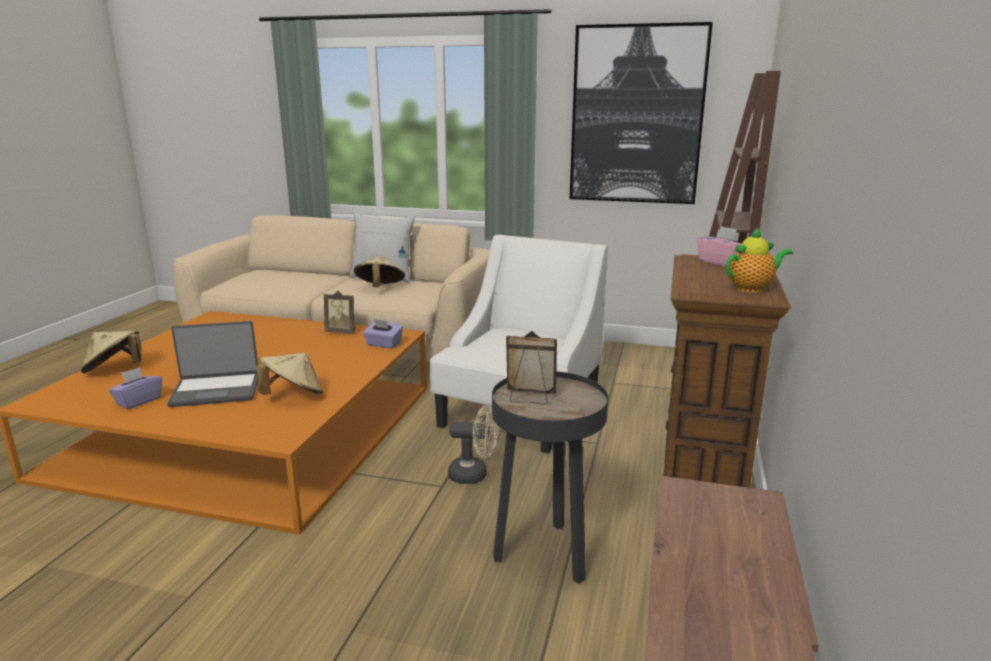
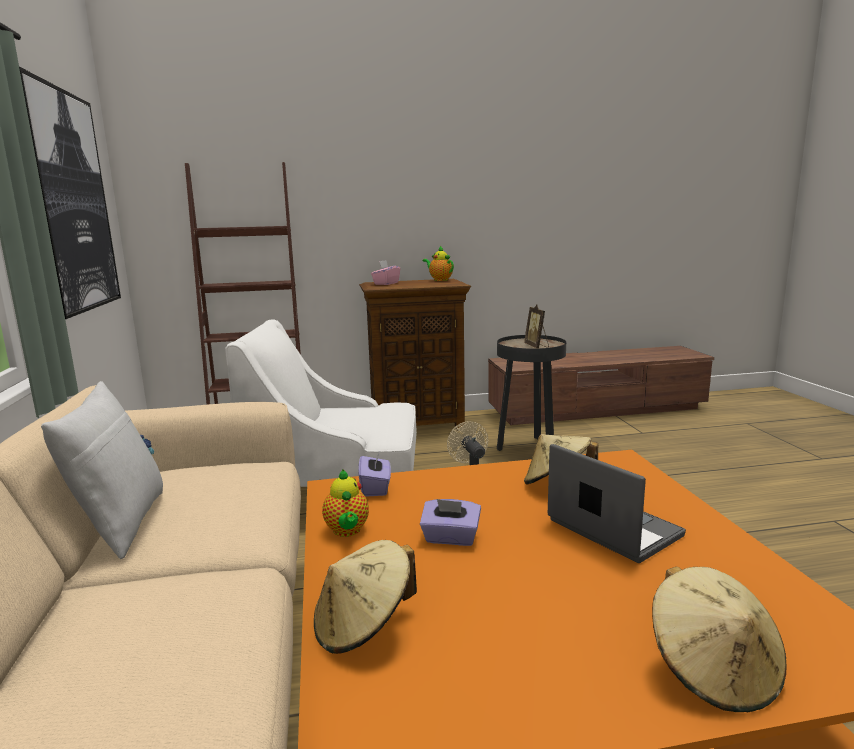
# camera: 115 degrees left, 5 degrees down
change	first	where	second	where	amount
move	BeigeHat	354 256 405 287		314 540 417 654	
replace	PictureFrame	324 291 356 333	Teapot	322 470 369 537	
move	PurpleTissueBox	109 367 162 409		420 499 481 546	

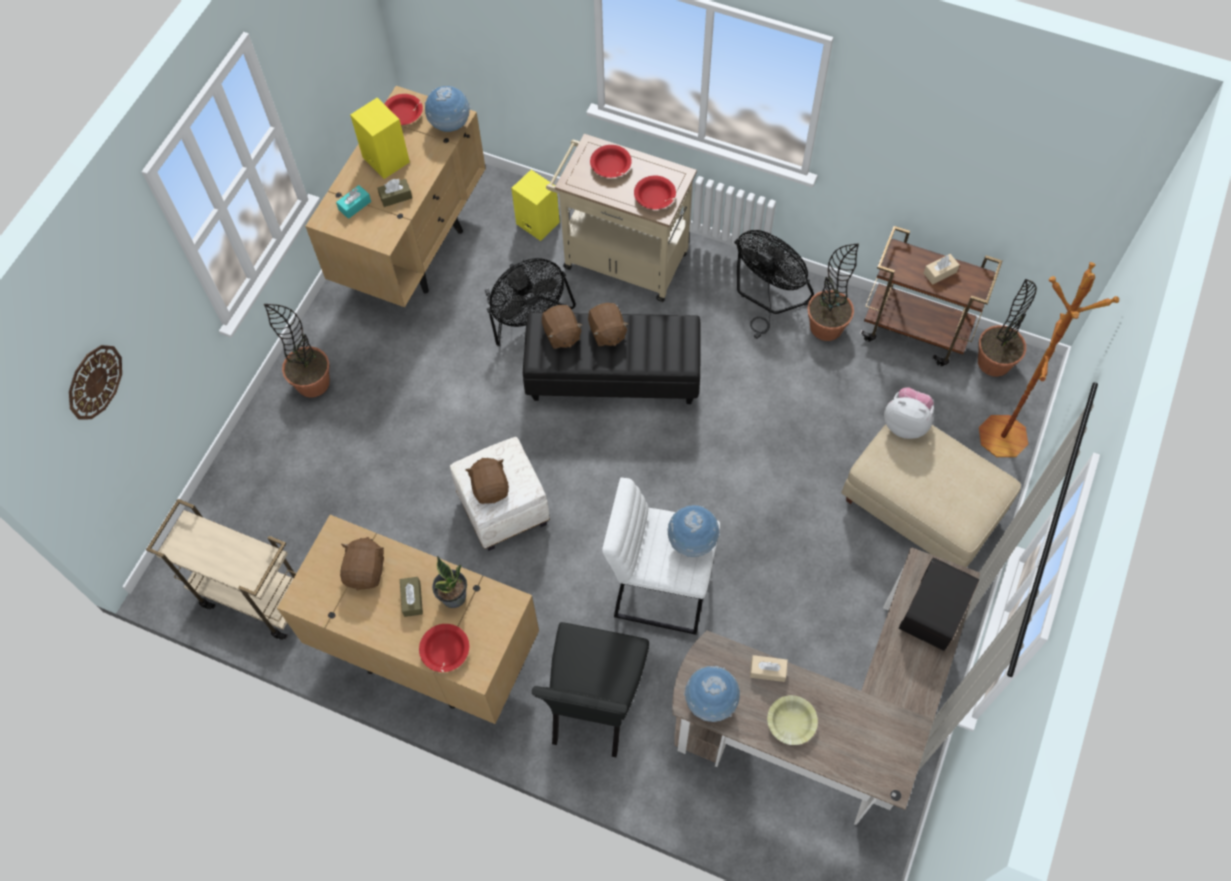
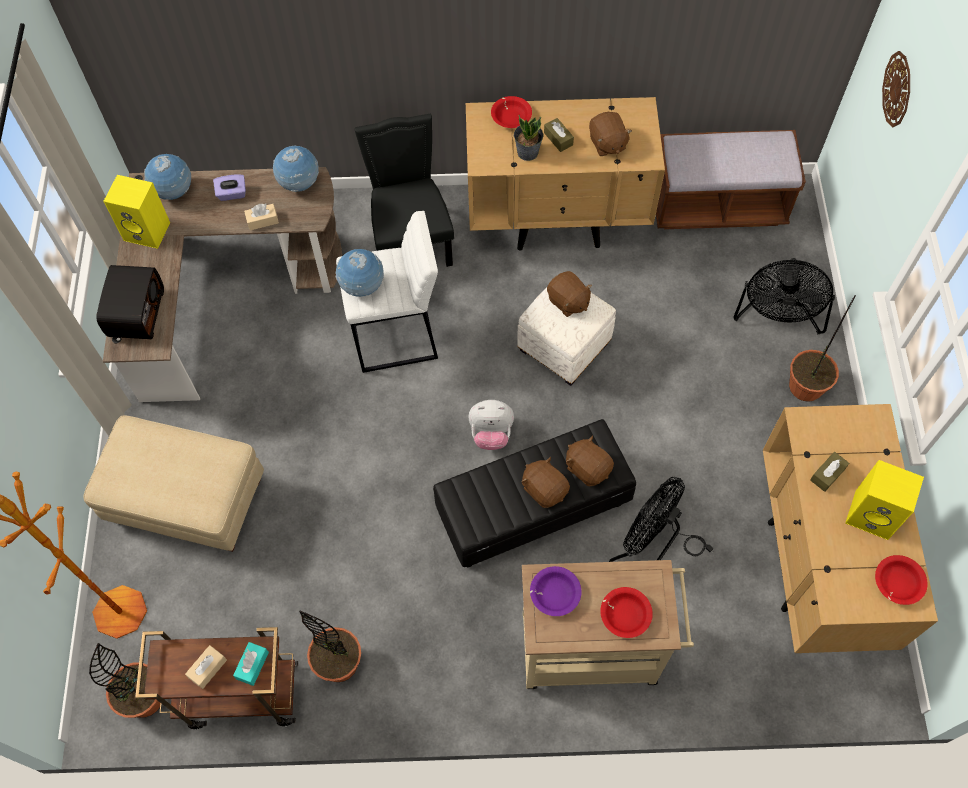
# camera: 155 degrees right, 0 degrees up
change	first	where	second	where	amount
move	YellowSpeaker	511 170 560 241		103 175 170 249	
move	Globe	425 86 471 132		144 154 191 200	
replace	YellowBowl	767 695 818 745	PurpleTissueBox	213 174 246 201	
move	TurquoiseTissueBox	336 185 371 219		233 642 269 686	
move	PlushToy	884 387 934 439		468 400 514 450	
recolor	RedBowl	634 176 676 209	PurpleBowl	530 566 581 616	
replace	BeigeCart	146 499 296 640	BrownBench	656 130 806 229	
move	BlackFan	734 230 814 339		734 258 835 334	

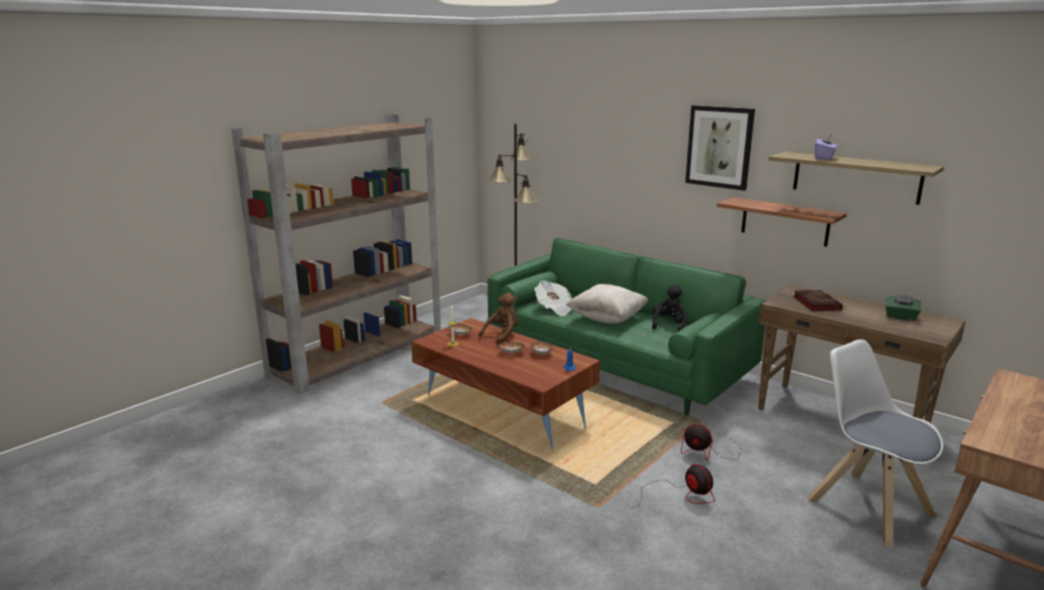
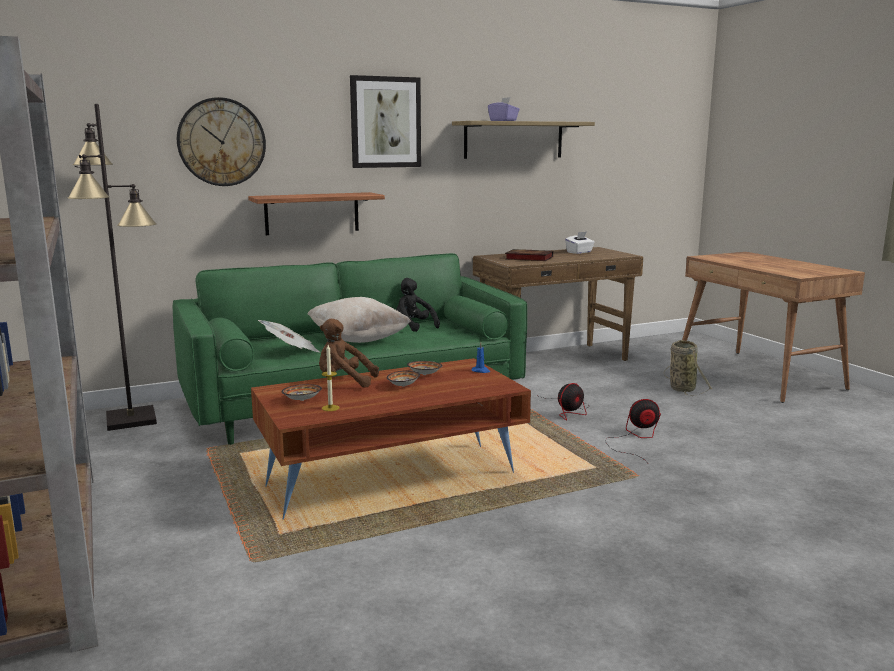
# camera: 65 degrees left, 5 degrees down
change	first	where	second	where	amount
insert			WallClock	177 97 266 186	
move	Shelf	717 197 847 247		248 192 385 235	
rotate	BrownPlushToy	478 293 518 345		319 319 379 388	60 degrees counterclockwise
recolor	GreenTissueBox	886 294 921 321	WhiteTissueBox	565 231 595 254	
replace	Chair	806 339 944 547	Basket	664 340 712 396	

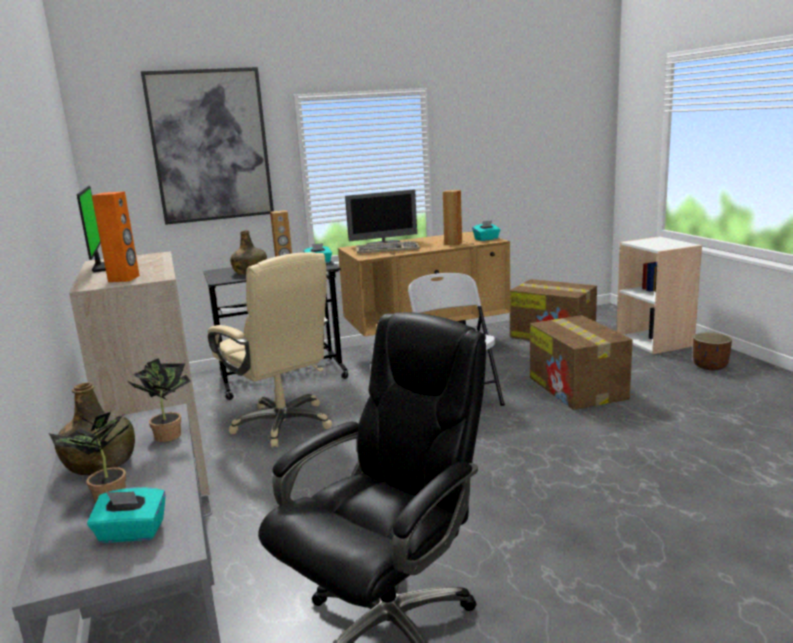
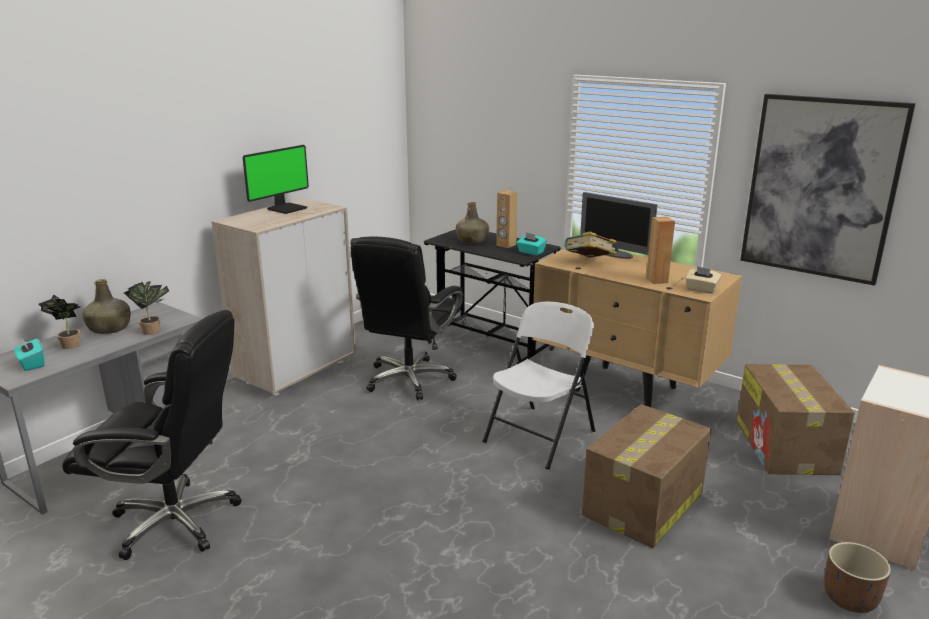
# camera: 55 degrees right, 5 degrees up
change	first	where	second	where	amount
recolor	BeigeOfficeChair	207 252 332 447	BlackOfficeChair	350 237 463 400	
replace	Keyboard	356 241 420 253	Book	564 232 617 258	
recolor	TurquoiseTissueBox	472 220 501 241	BeigeTissueBox	685 266 722 294	
move	Picture	141 67 274 225		740 94 916 286	
delete	OrangeSpeaker	92 191 140 282			

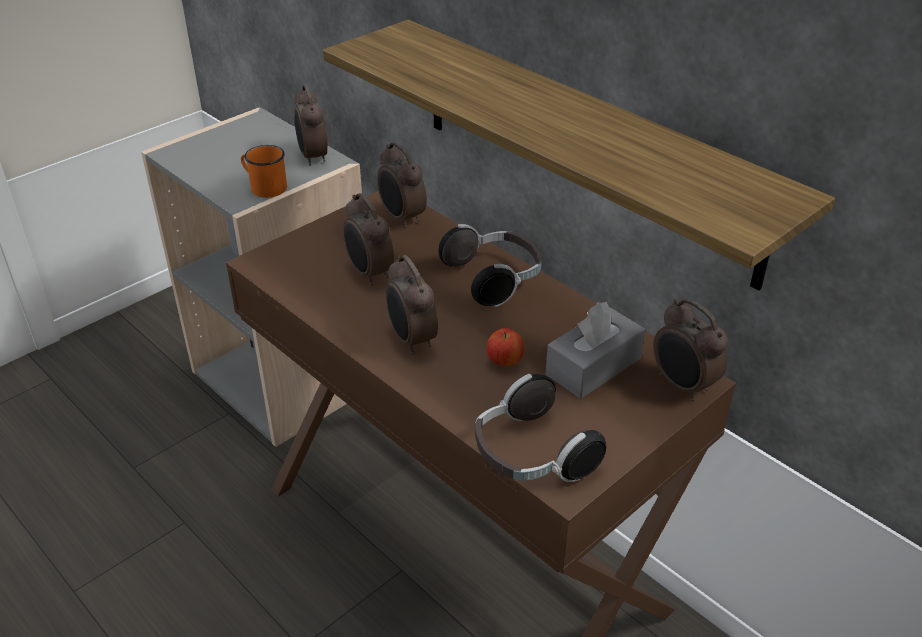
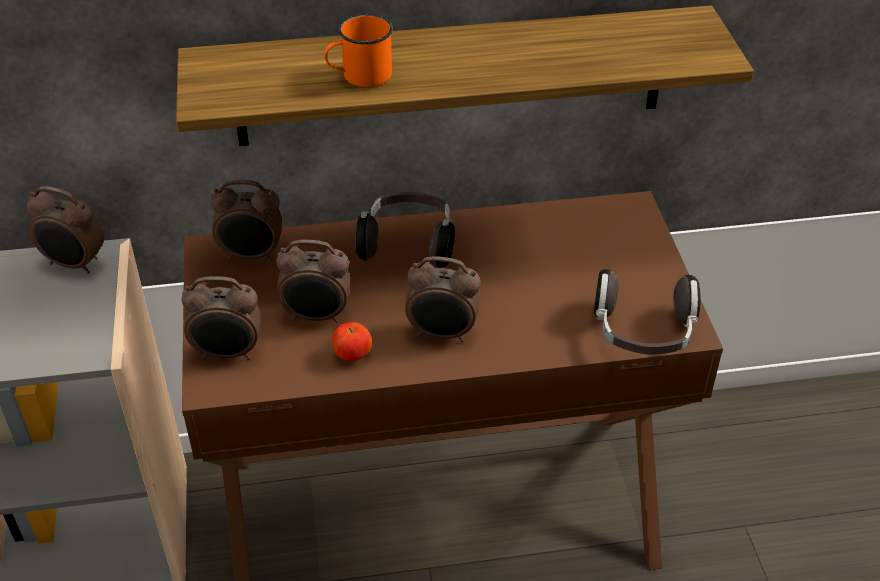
# camera: 55 degrees left, 5 degrees up
change	first	where	second	where	amount
move	AlarmClock	653 298 728 401		182 276 261 359	
move	OrangeMug	241 145 287 198		324 14 393 87	
move	Apple	487 328 524 366		332 322 372 361	
delete	GreyTissueBox	546 302 645 399			

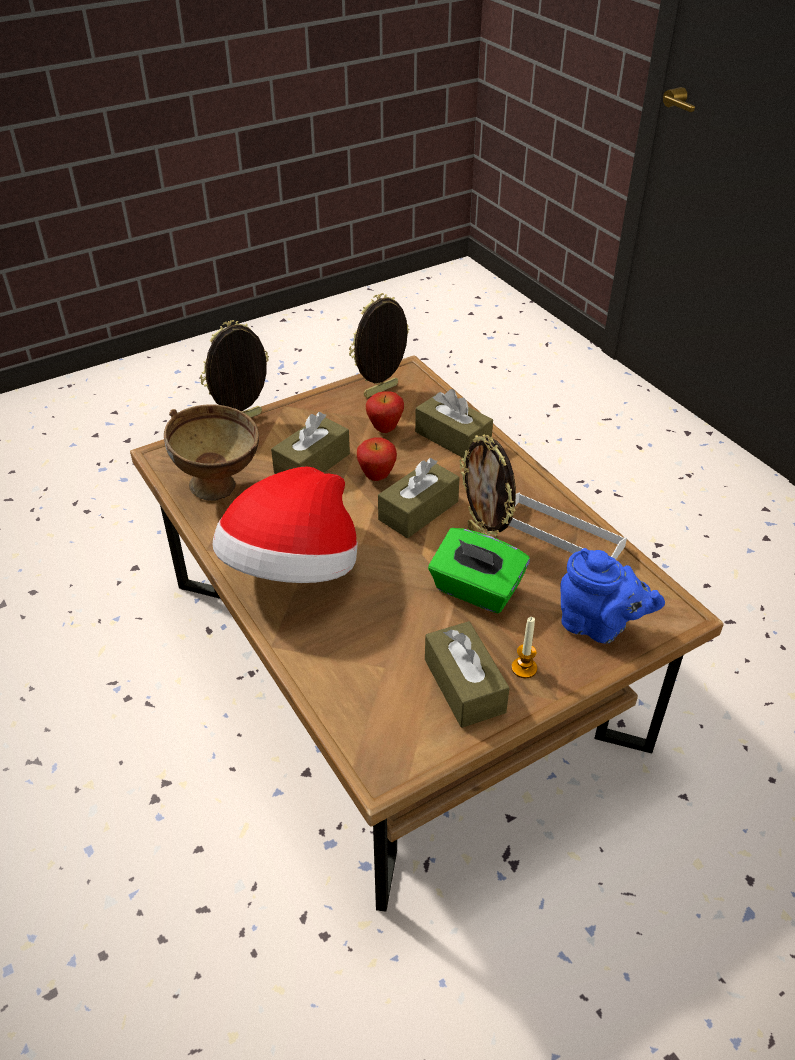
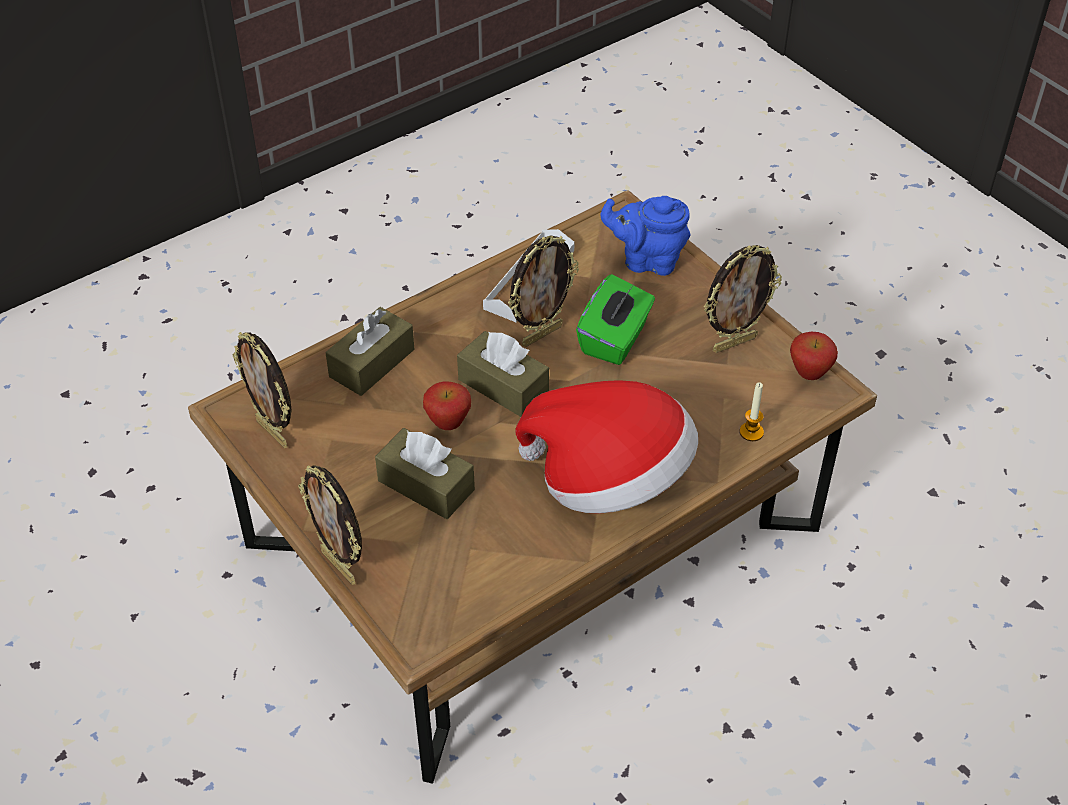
# camera: 95 degrees left, 5 degrees up
change	first	where	second	where	amount
rotate	BlueTeapot	560 548 665 643		601 196 690 276	105 degrees counterclockwise
replace	BrownTissueBox	425 621 510 728	PictureFrame	704 245 782 353	
move	Candle	512 617 537 678		740 382 764 441	
move	Apple	366 391 404 433		790 331 838 380	
delete	BrownBowl	164 404 259 501			

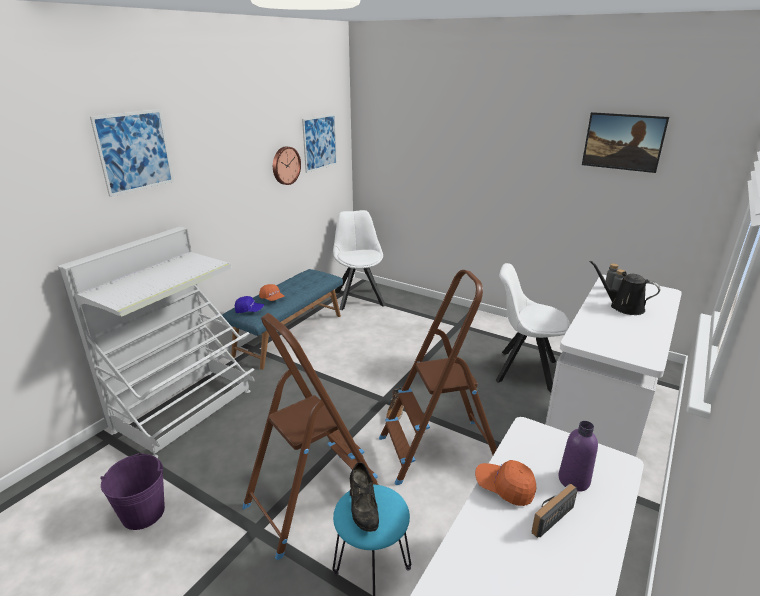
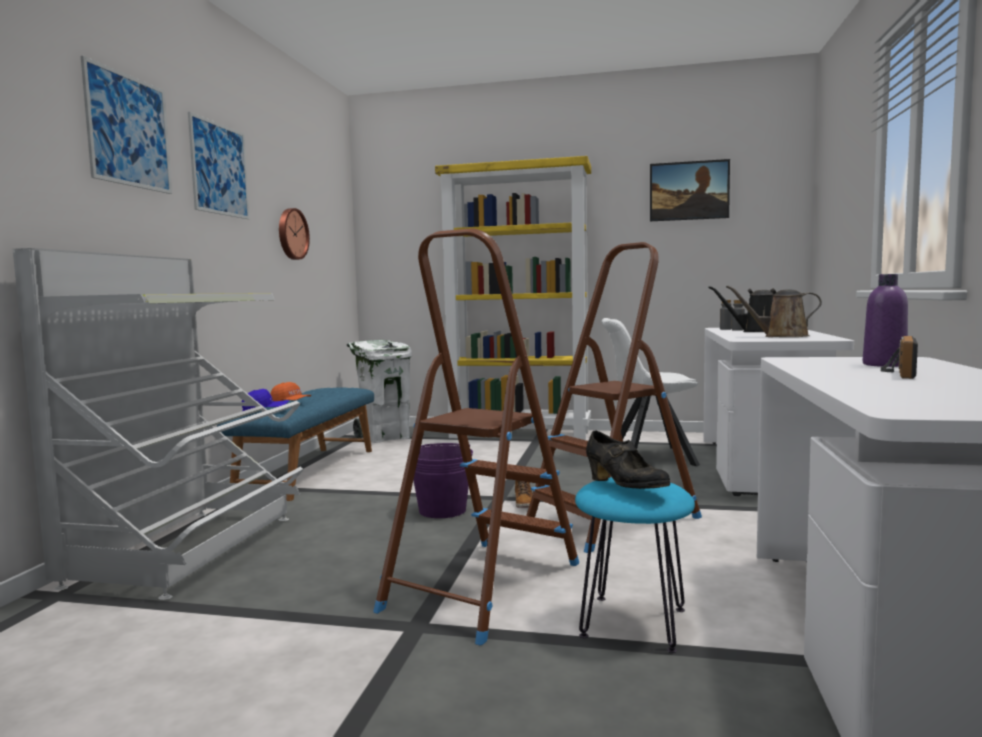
# camera: 20 degrees left, 20 degrees down
change	first	where	second	where	amount
move	Picture	302 114 337 173		188 112 250 219	
replace	WhiteChair	333 210 386 310	WhiteTrashCan	347 340 412 443	
move	PurpleBucket	100 453 165 530		413 443 473 518	
insert			YellowBookcase	435 156 591 440	
insert			BrownWateringCan	726 285 822 337	
delete	OrangeCap	475 460 536 506			

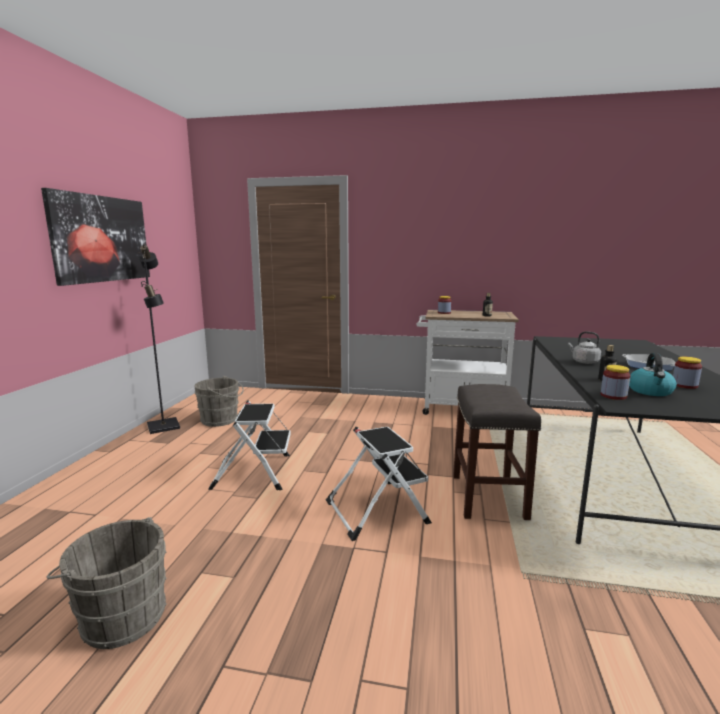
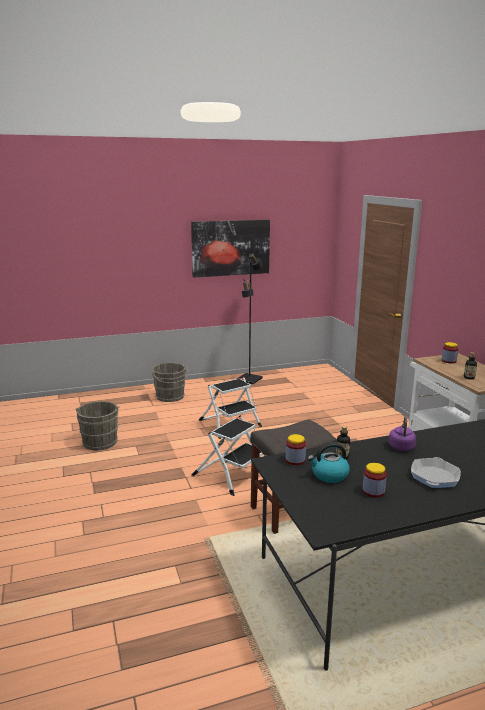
# camera: 60 degrees right, 5 degrees up
change	first	where	second	where	amount
move	GreyBucket	194 376 244 427		152 363 189 402	
recolor	GreyKettle	568 332 601 364	PurpleKettle	389 416 416 451	

